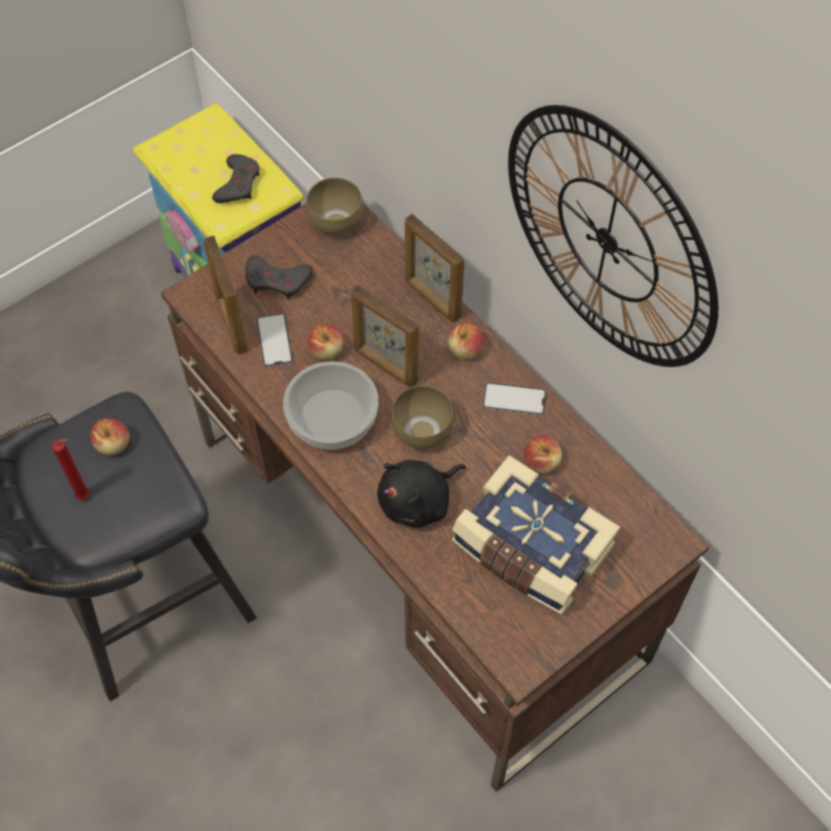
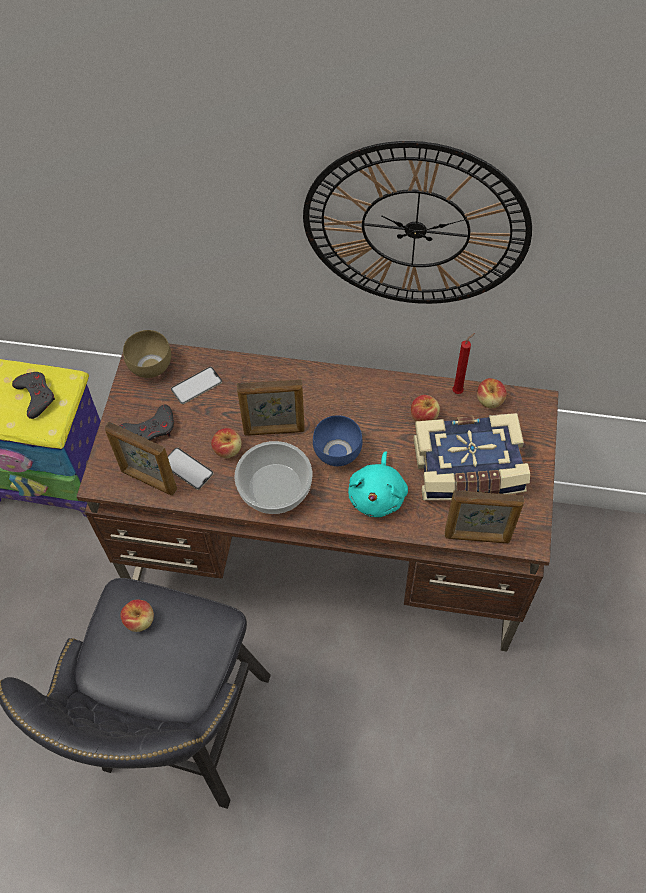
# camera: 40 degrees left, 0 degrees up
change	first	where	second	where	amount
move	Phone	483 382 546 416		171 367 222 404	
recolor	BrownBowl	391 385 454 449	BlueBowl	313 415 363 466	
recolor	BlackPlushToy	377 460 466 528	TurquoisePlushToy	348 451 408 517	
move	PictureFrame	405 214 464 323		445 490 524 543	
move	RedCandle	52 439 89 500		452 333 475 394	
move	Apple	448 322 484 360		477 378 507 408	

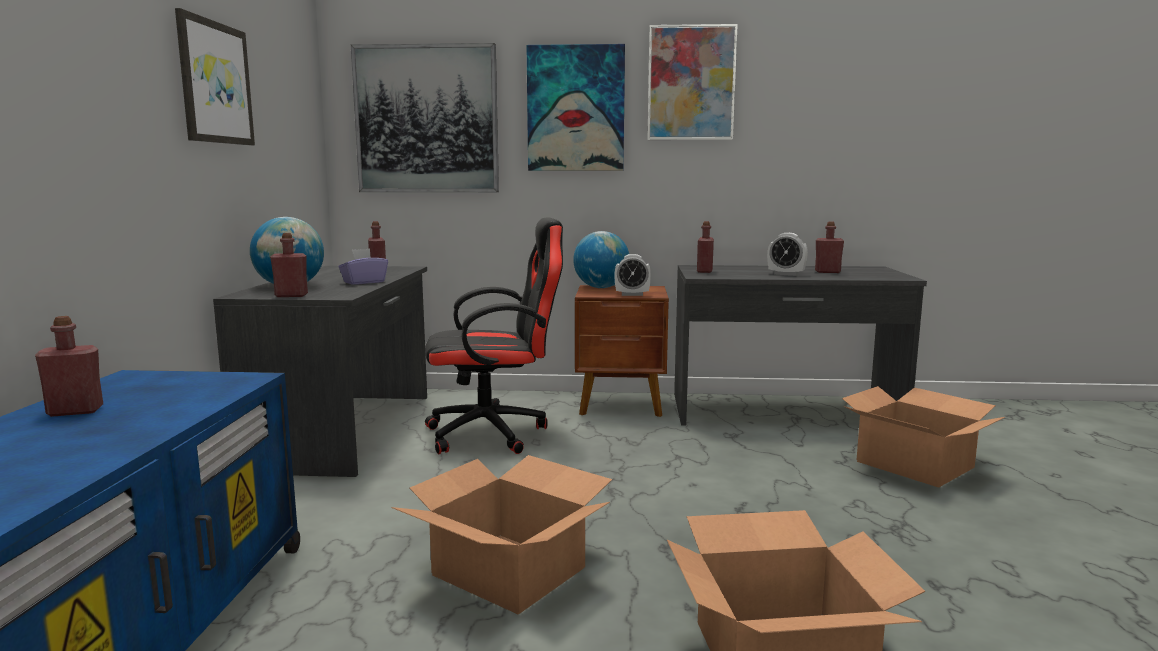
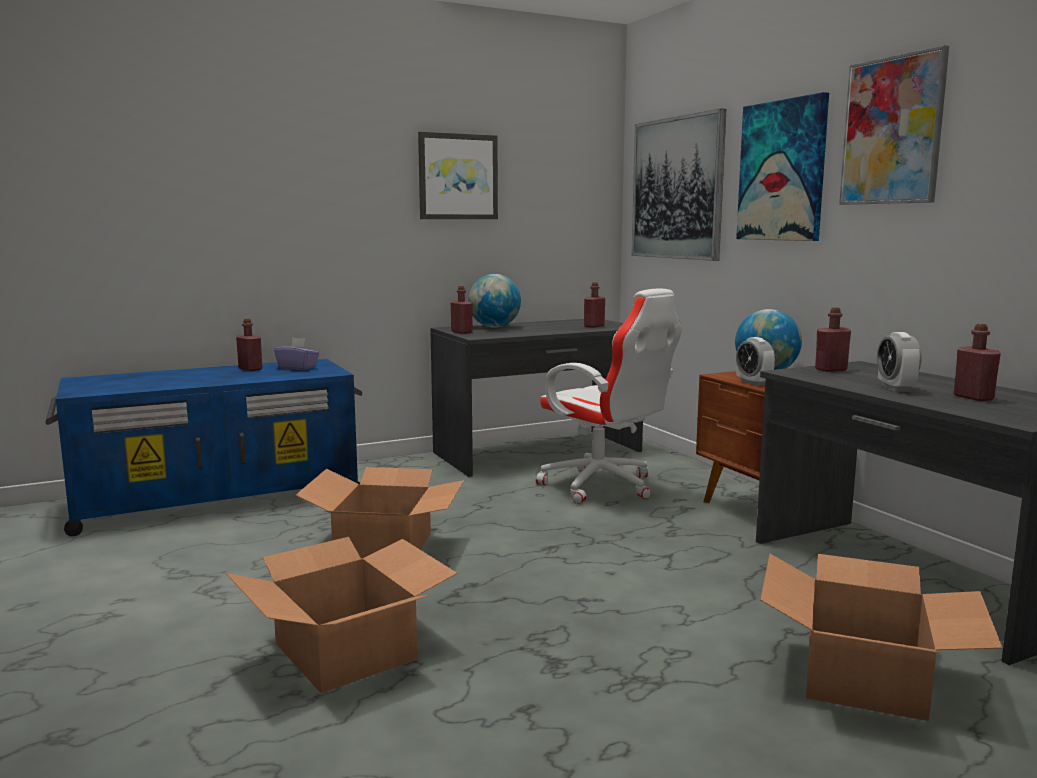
# camera: 60 degrees right, 0 degrees up
change	first	where	second	where	amount
move	PurpleTissueBox	338 248 388 285		274 338 319 370	
recolor	BlackOfficeChair	425 217 563 454	WhiteOfficeChair	536 288 682 504	

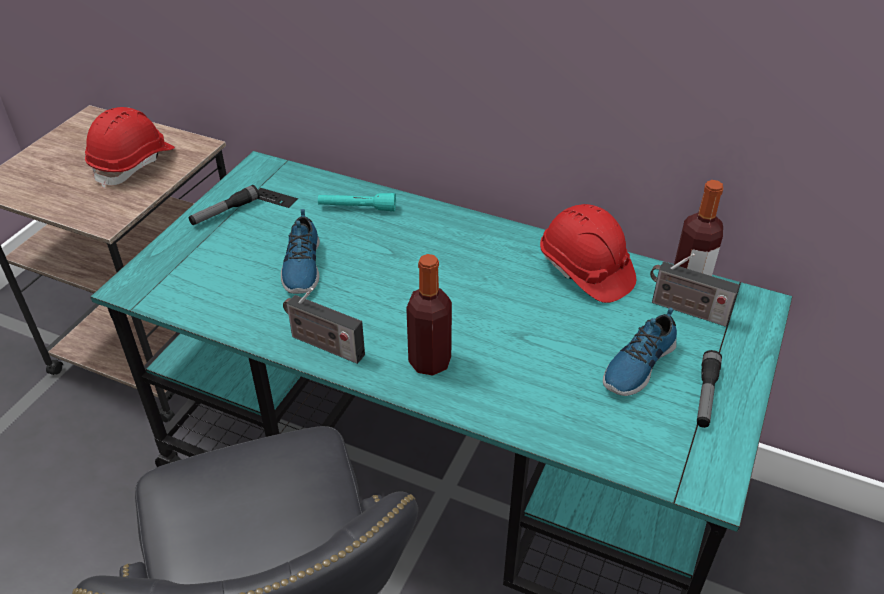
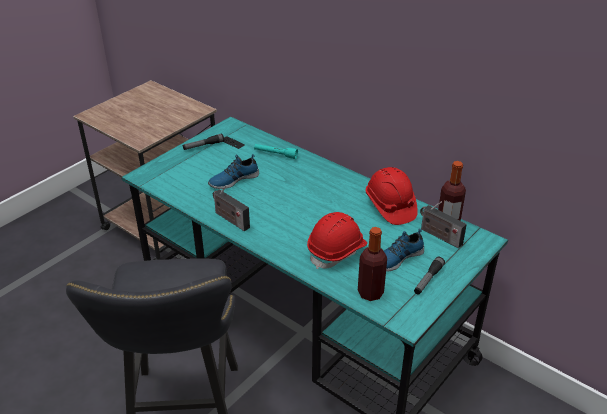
# camera: 15 degrees right, 5 degrees down
change	first	where	second	where	amount
rotate	Shoe	281 209 320 294		208 154 259 189	45 degrees clockwise
move	RedHardHat	85 107 175 188		307 212 367 269	
move	Bottle	406 254 452 376		358 227 387 301	

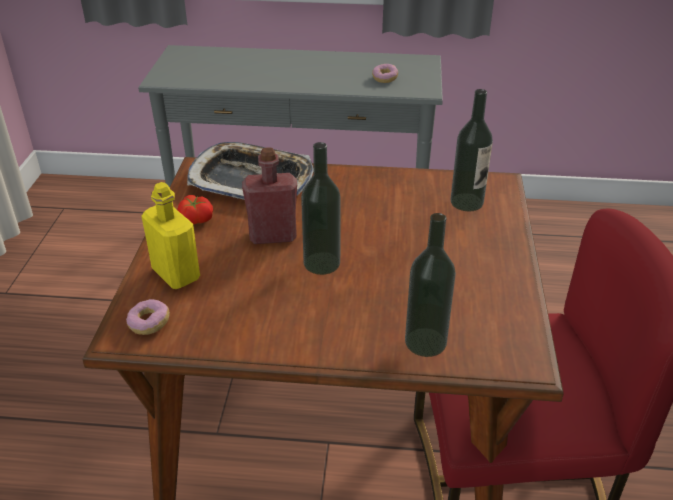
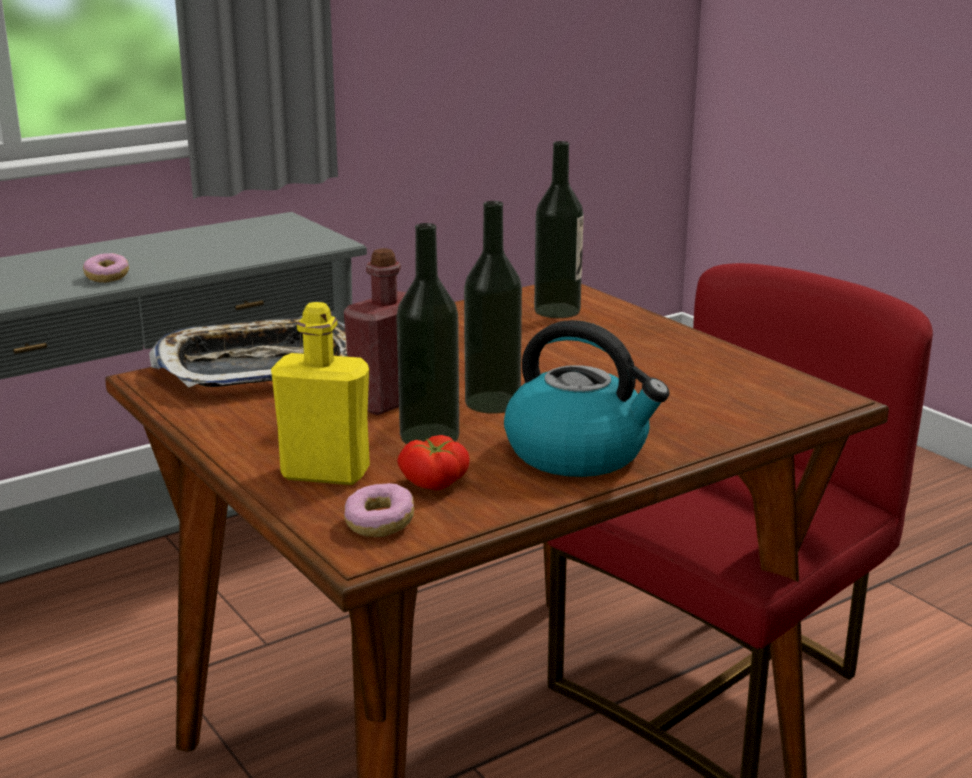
# camera: 40 degrees left, 15 degrees down
change	first	where	second	where	amount
move	Donut	372 64 398 83		83 253 129 283	
move	Bottle	405 213 456 357		396 223 459 444	
move	Tomato	178 195 213 225		397 435 470 490	
insert			Kettle	504 320 670 477	

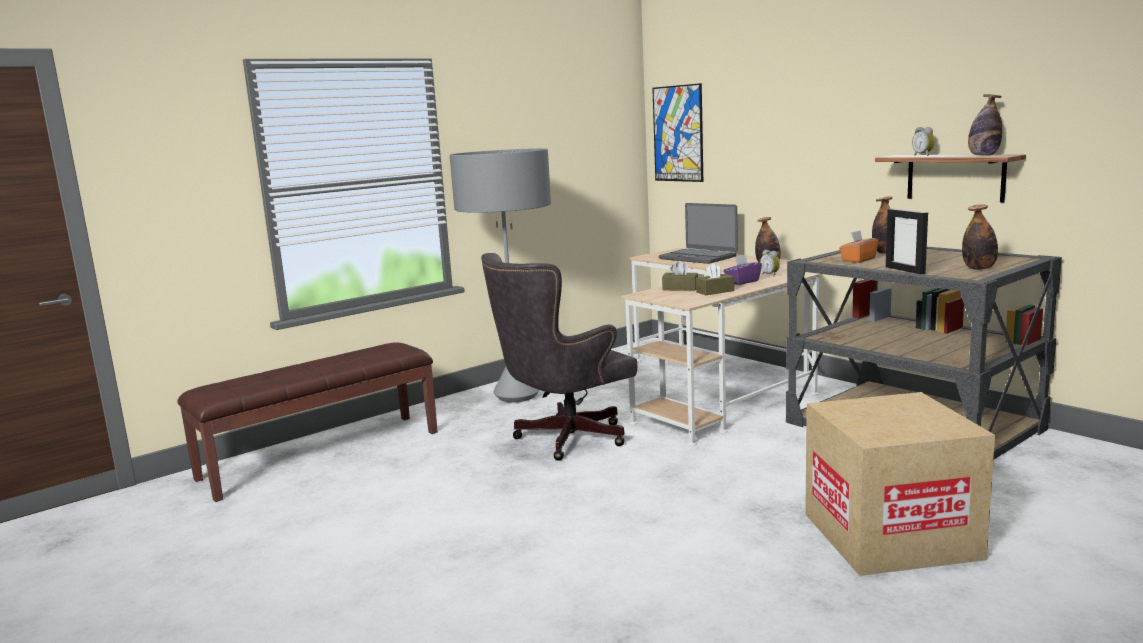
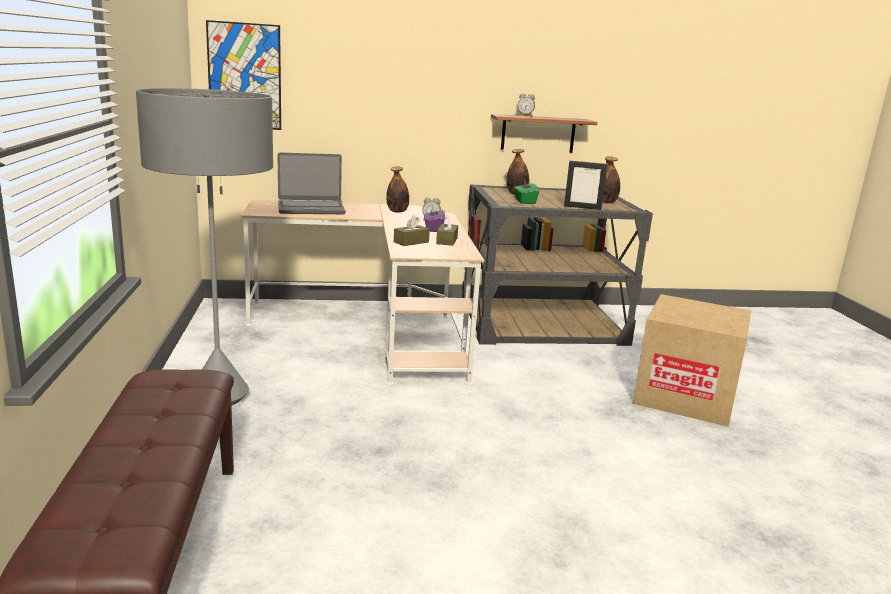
# camera: 60 degrees left, 5 degrees up
change	first	where	second	where	amount
recolor	OrangeTissueBox	839 231 879 263	GreenTissueBox	514 178 539 204	
delete	GreyOfficeChair	481 253 637 461			
delete	Bottle	968 94 1002 156			

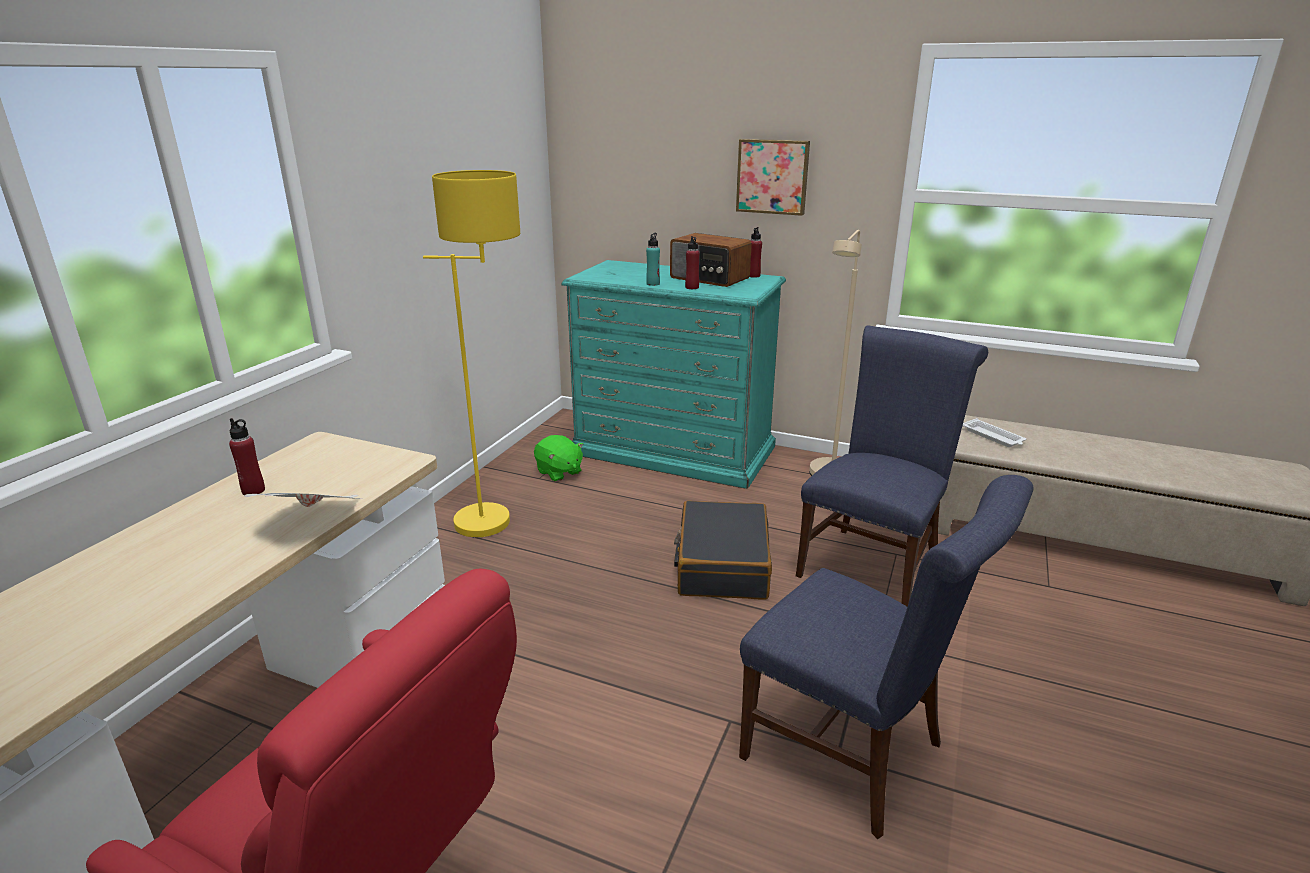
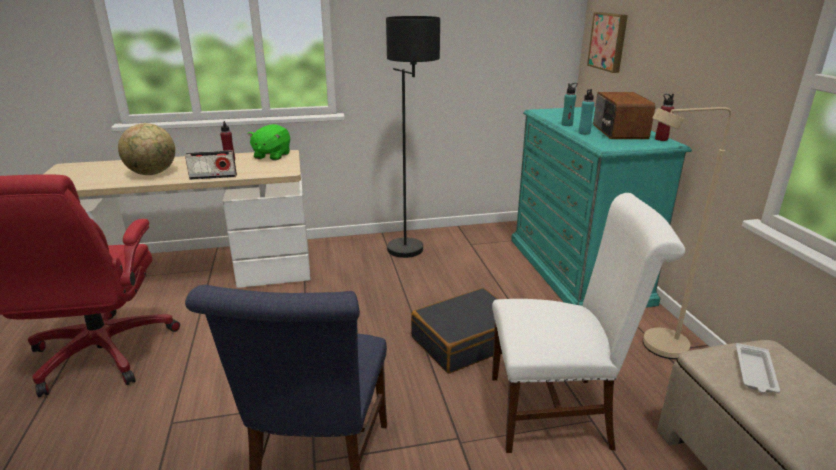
# camera: 55 degrees right, 0 degrees up
change	first	where	second	where	amount
insert			Globe	118 123 175 175	
replace	Newspaper	244 493 363 507	Radio	185 150 237 180	
move	GreenPlushToy	534 435 584 481		248 124 290 161	
recolor	YellowFloorLamp	423 170 520 537	BlackFloorLamp	386 16 440 258	
recolor	BlueChair	796 325 988 607	WhiteChair	492 193 685 453	
recolor	RedBottle	685 236 700 289	TurquoiseBottle	578 89 594 135	
move	Picture	736 139 810 216		587 12 628 73	

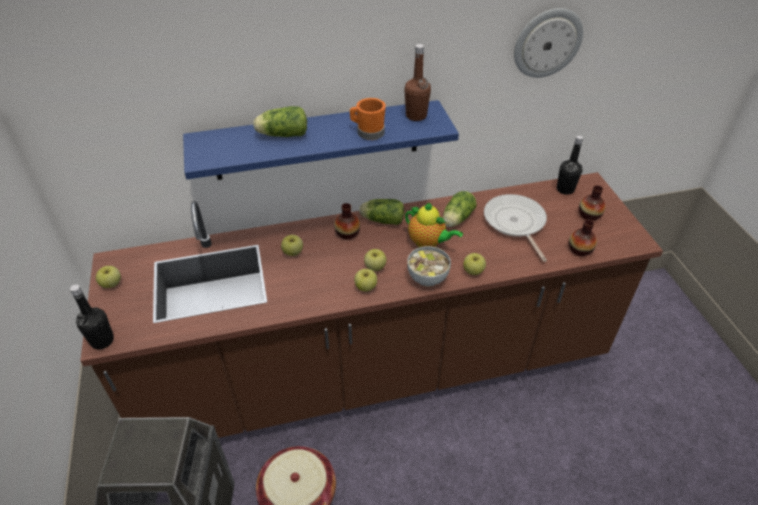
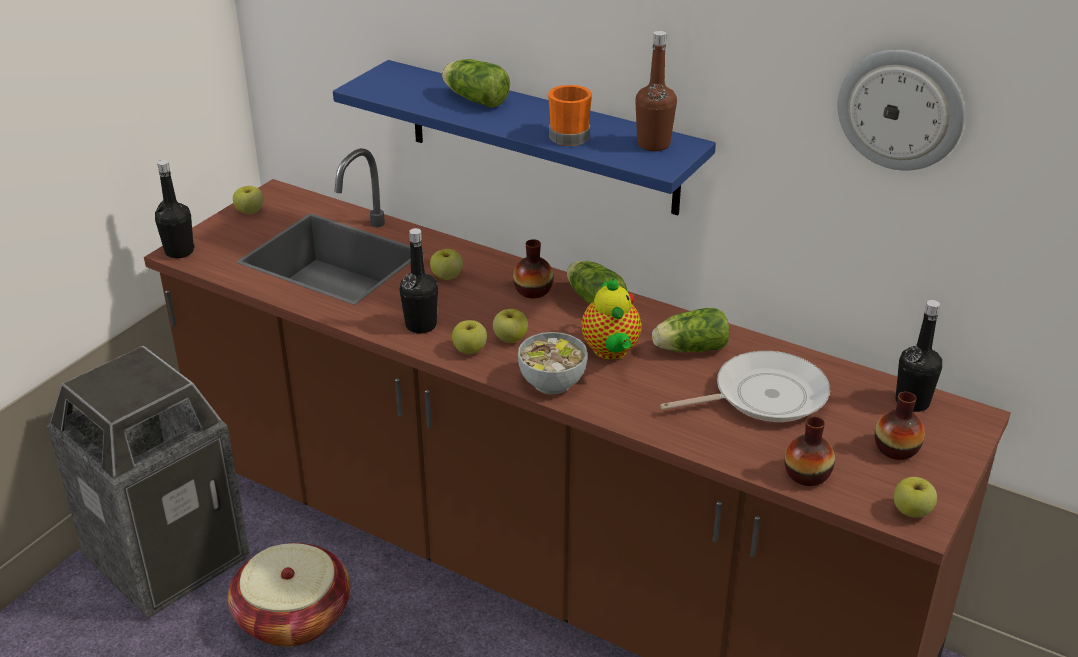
# camera: 45 degrees right, 10 degrees down
change	first	where	second	where	amount
insert			BlackBottle	400 228 438 334	
rotate	FryingPan	484 194 547 262		660 351 830 422	45 degrees clockwise
move	Apple	463 253 486 275		894 477 937 518	

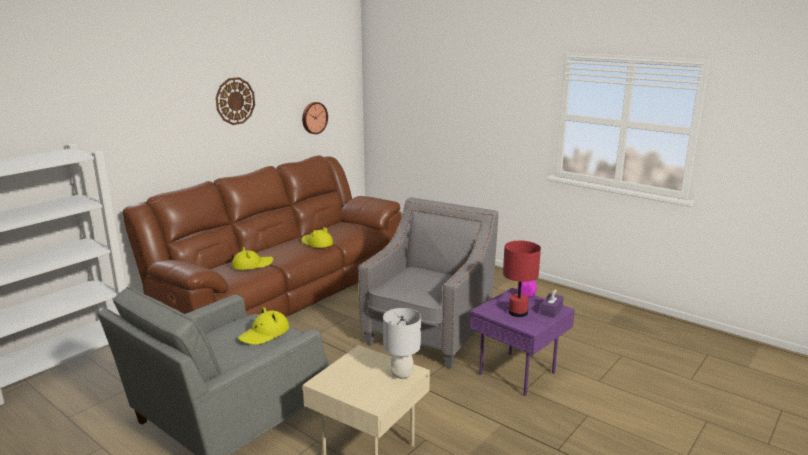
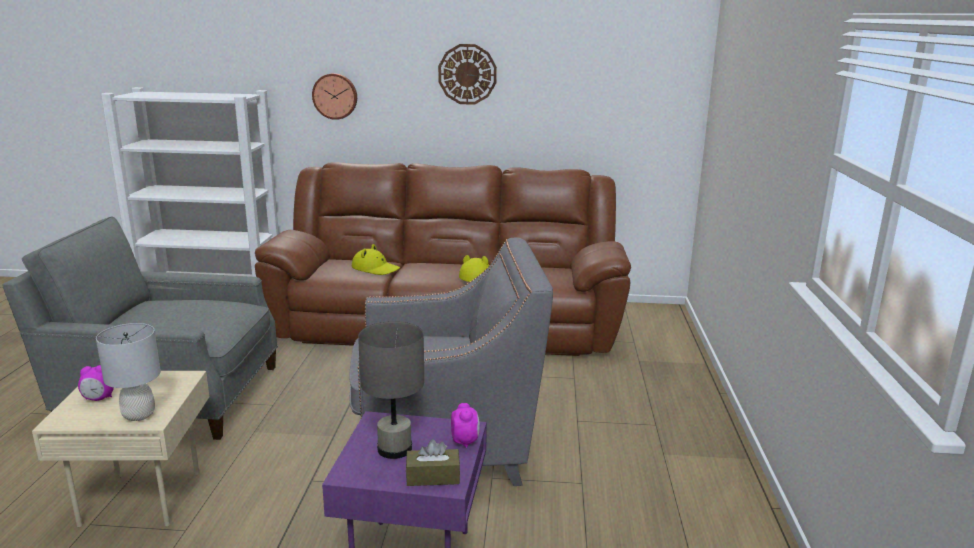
# camera: 55 degrees right, 0 degrees up
change	first	where	second	where	amount
insert			AlarmClock	78 365 114 401	
move	WallClock	302 102 328 134		312 73 357 120	
recolor	RedTableLamp	503 241 541 317	GreyTableLamp	358 321 424 459	
recolor	PurpleTissueBox	540 289 564 318	BrownTissueBox	406 439 460 486	
delete	YellowHat	238 307 289 345			

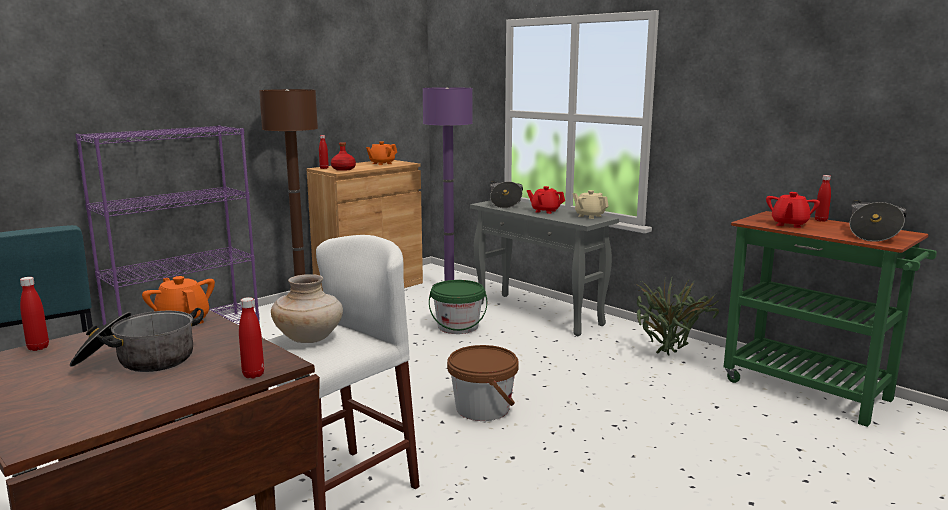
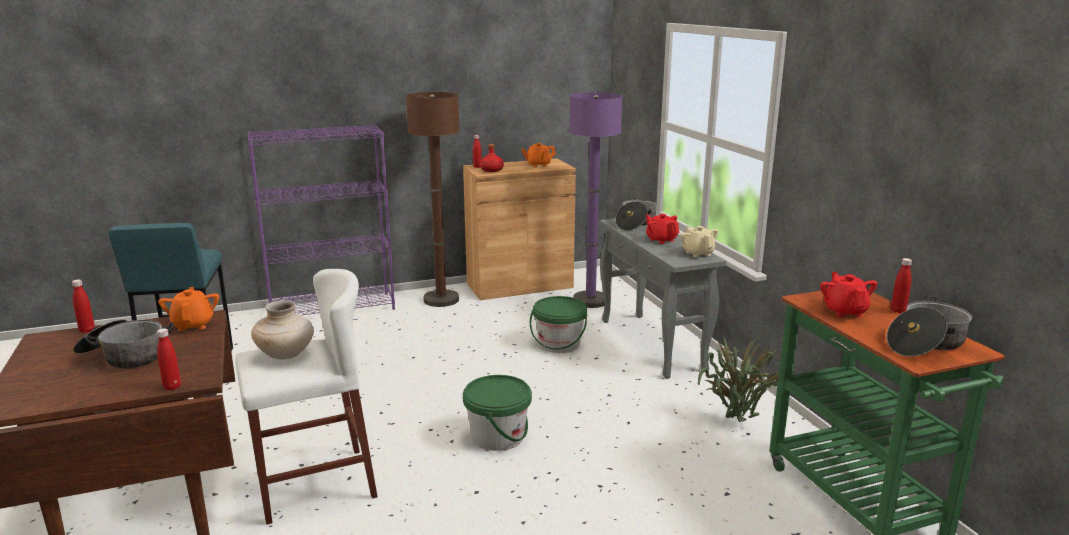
# camera: 25 degrees right, 5 degrees up
change	first	where	second	where	amount
recolor	BrownBucket	447 345 519 421	GreenBucket	463 375 532 451	
rotate	RedTeapot	766 192 820 228		820 272 877 317	120 degrees clockwise

